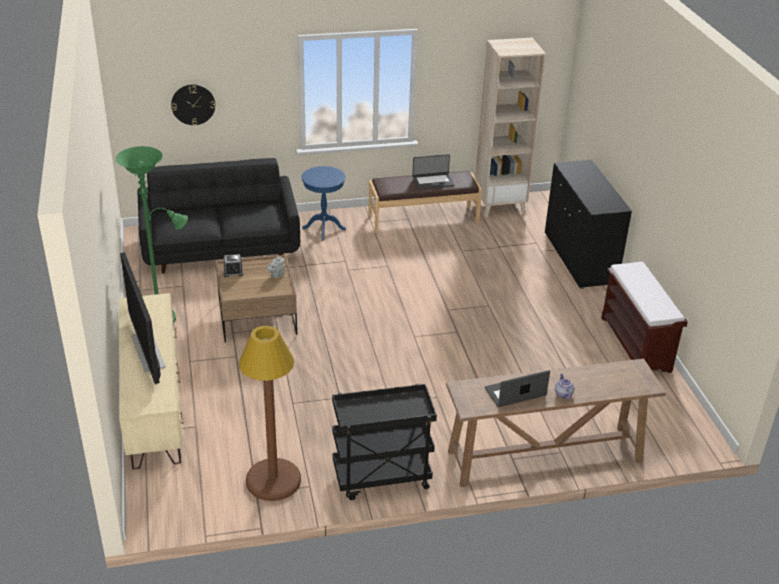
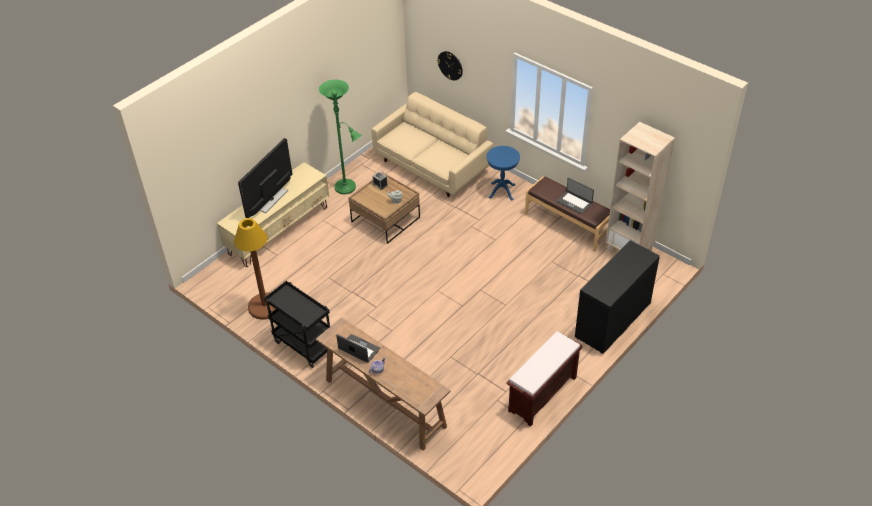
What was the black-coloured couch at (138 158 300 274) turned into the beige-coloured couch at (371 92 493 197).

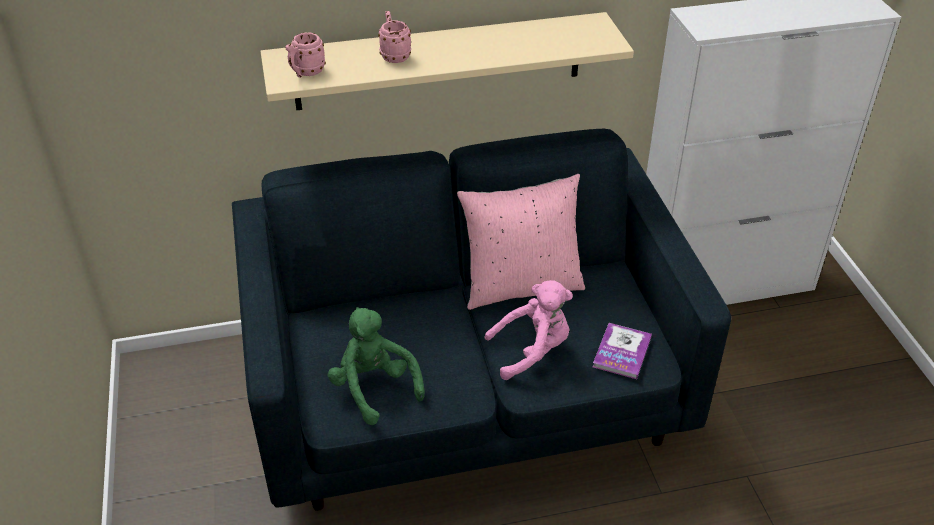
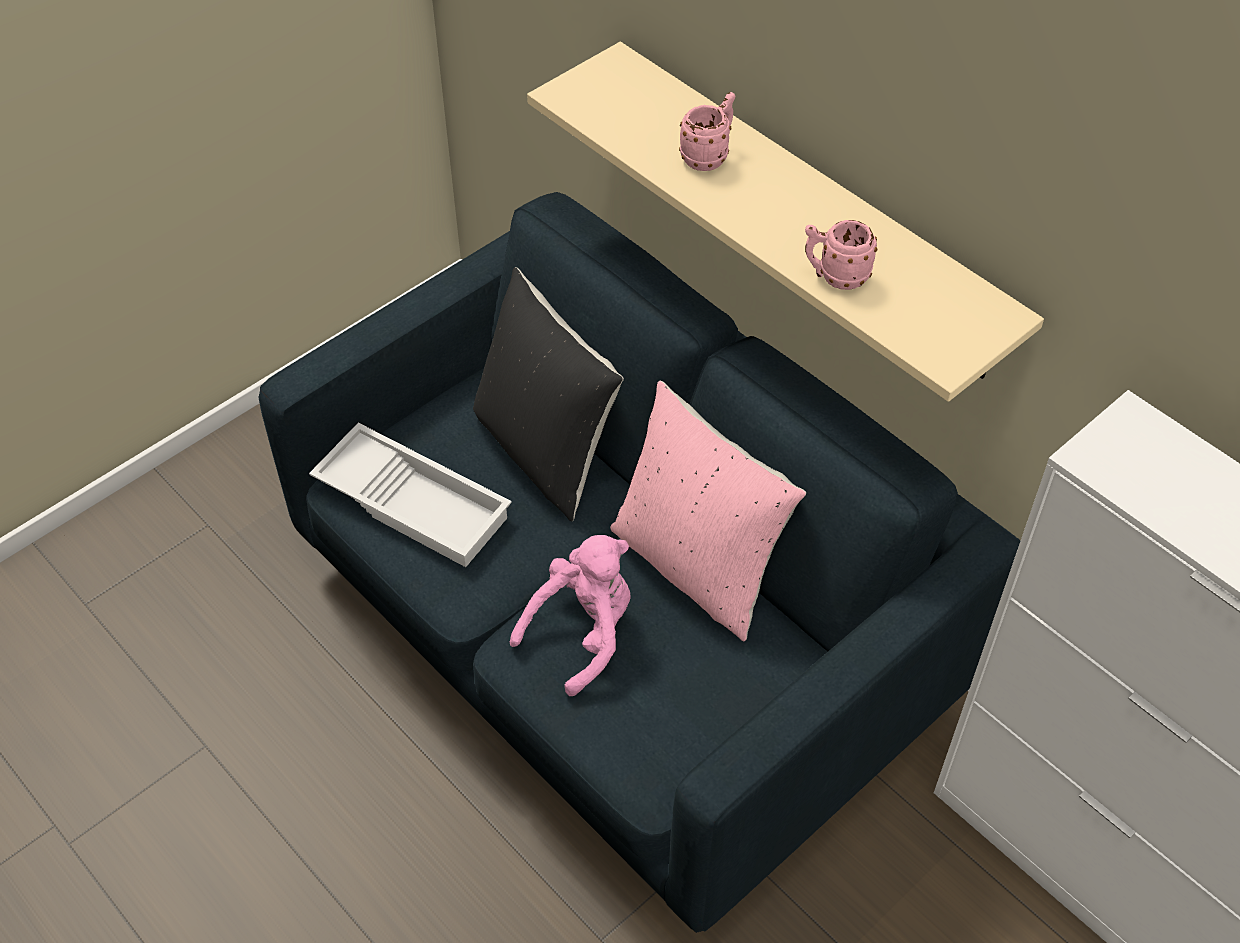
The second view lost the book at (593 323 652 379). The second view gained the black-coloured cushion at (473 267 624 521). The pink-coloured mug ended up elsewhere, having gone from (285 32 326 78) to (805 220 877 290). Where the green plush toy stood at (328 307 425 425), the white-coloured tray came to stand at (309 423 512 567). The pink-coloured plush toy at (484 280 573 380) ended up facing another way, 90 degrees counterclockwise from before.

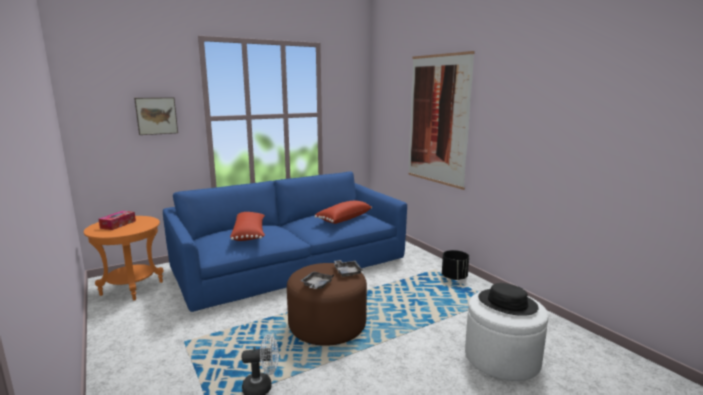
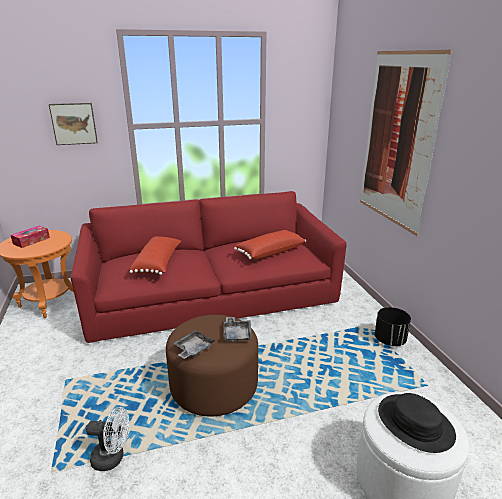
What was the blue couch at (163 171 407 312) turned into the red-coloured couch at (71 191 347 343).

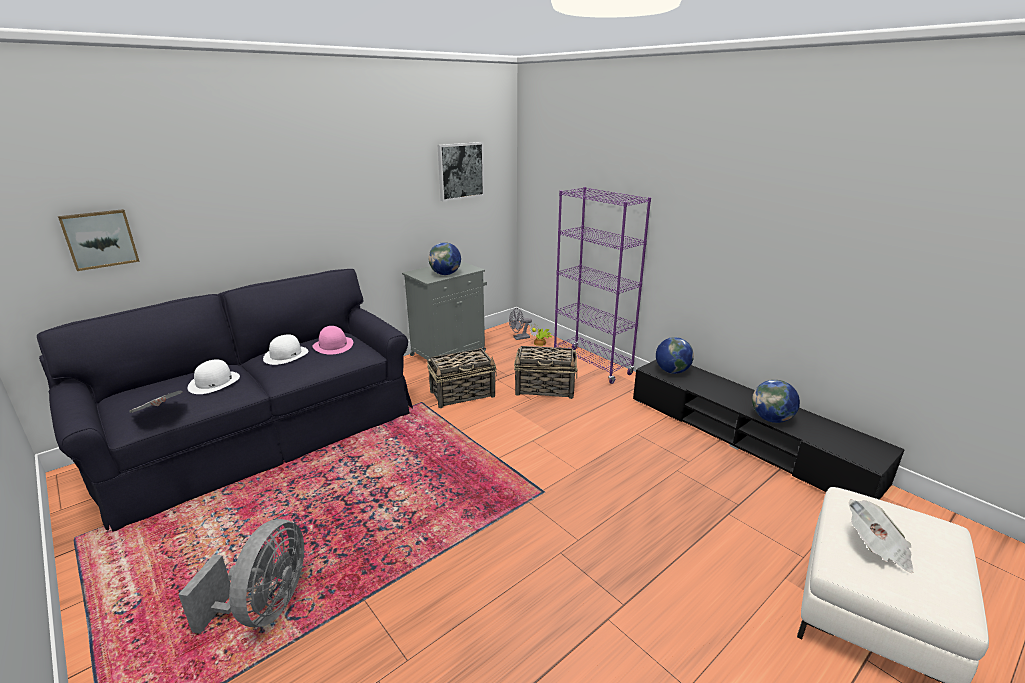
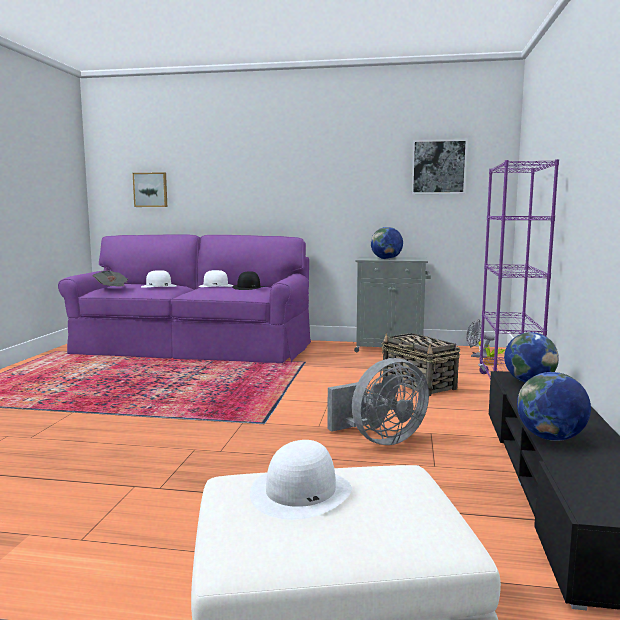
The second view lost the household basket at (427 348 497 408). The grey electric fan ended up elsewhere, having gone from (178 519 304 634) to (327 358 429 445). Where the newspaper stood at (849 499 914 573), the white-coloured wearable hat came to stand at (250 440 352 520). What was the black-coloured couch at (37 269 413 532) turned into the purple couch at (58 234 311 363). What was the pink-coloured wearable hat at (313 326 353 354) turned into the black-coloured wearable hat at (232 271 265 290).

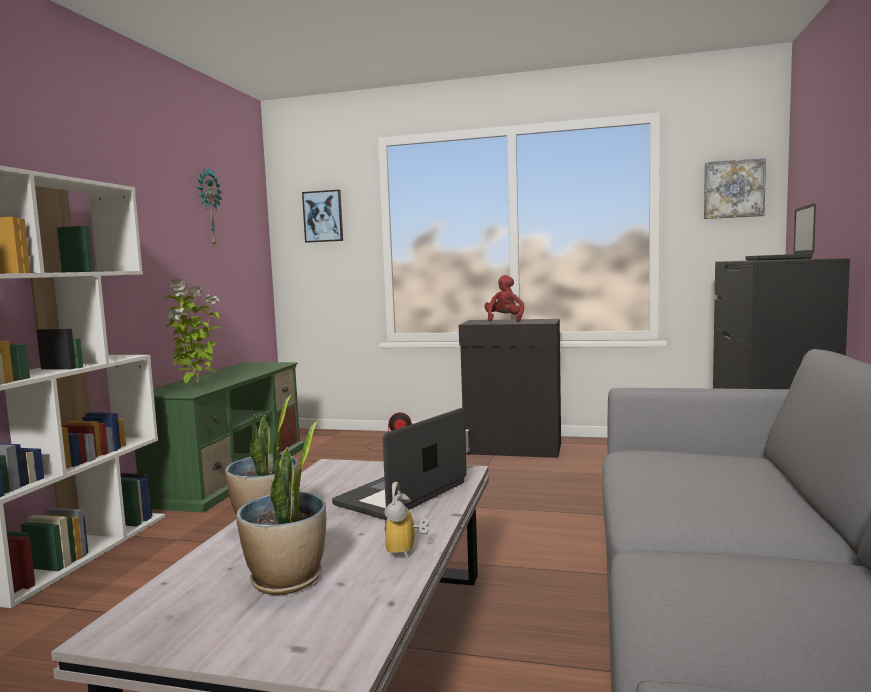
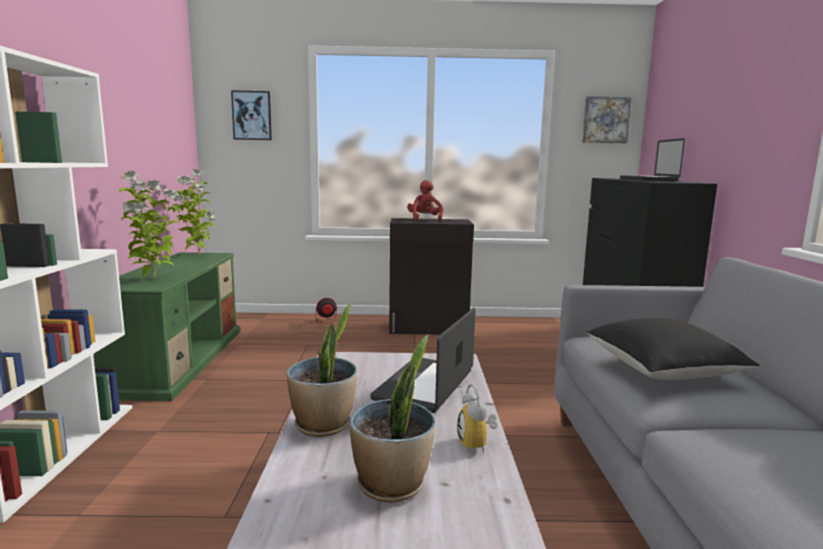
The second view lost the wall clock at (197 167 222 247). The second view gained the houseplant at (171 169 216 255). The second view gained the black-coloured cushion at (586 318 760 380).

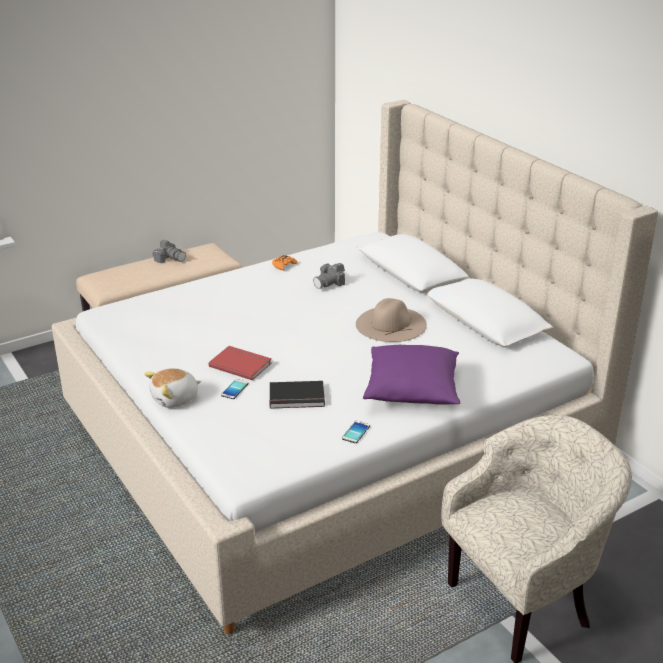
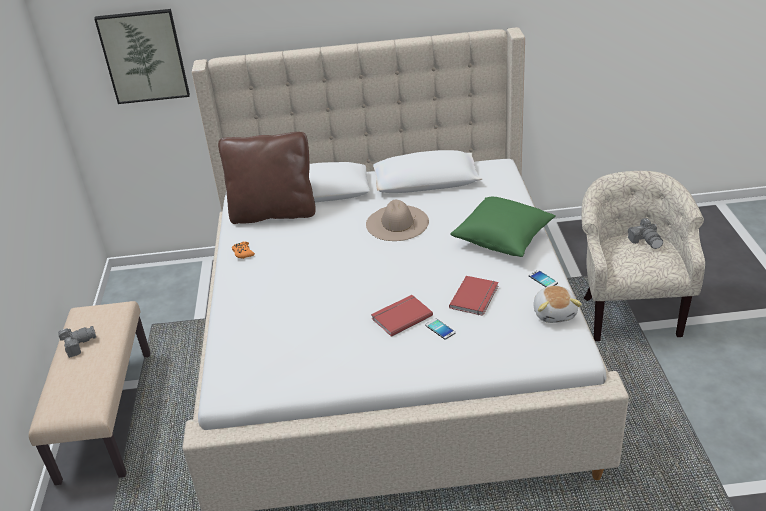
The second view gained the wall picture at (94 9 190 104). The second view gained the brown cushion at (218 132 316 224). The plush toy ended up elsewhere, having gone from (144 368 201 408) to (533 286 582 323). The photo camera ended up elsewhere, having gone from (313 263 345 289) to (628 218 663 249). What was the black-coloured book at (269 381 325 409) turned into the red-coloured book at (449 276 499 316). What was the purple cushion at (363 345 460 405) turned into the green cushion at (450 197 556 257).

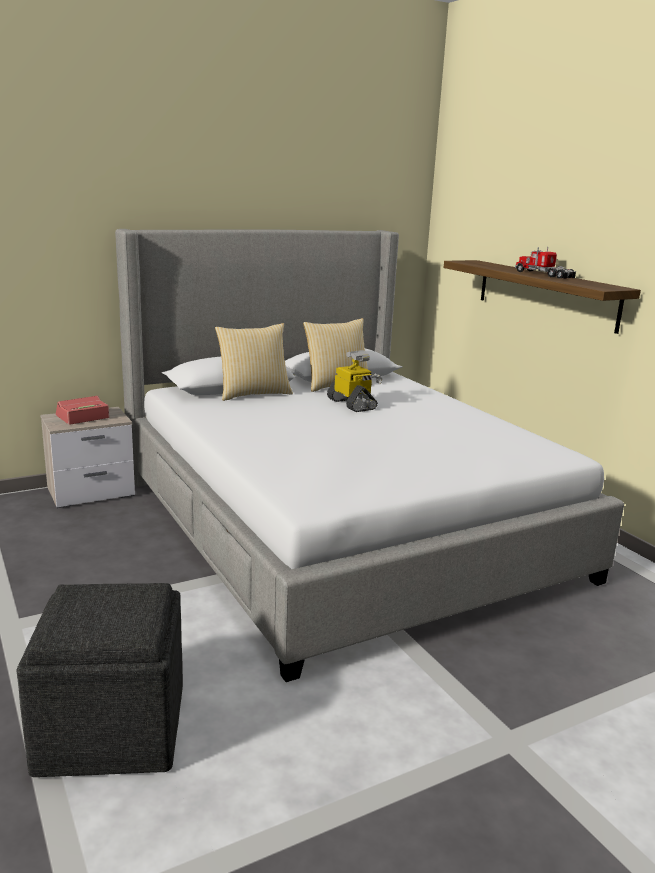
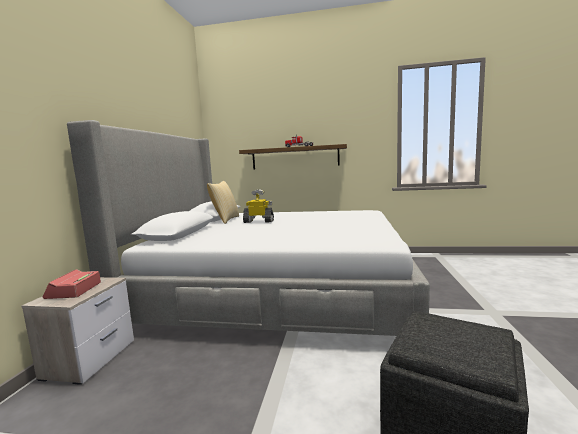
The second view lost the cushion at (215 323 293 401).

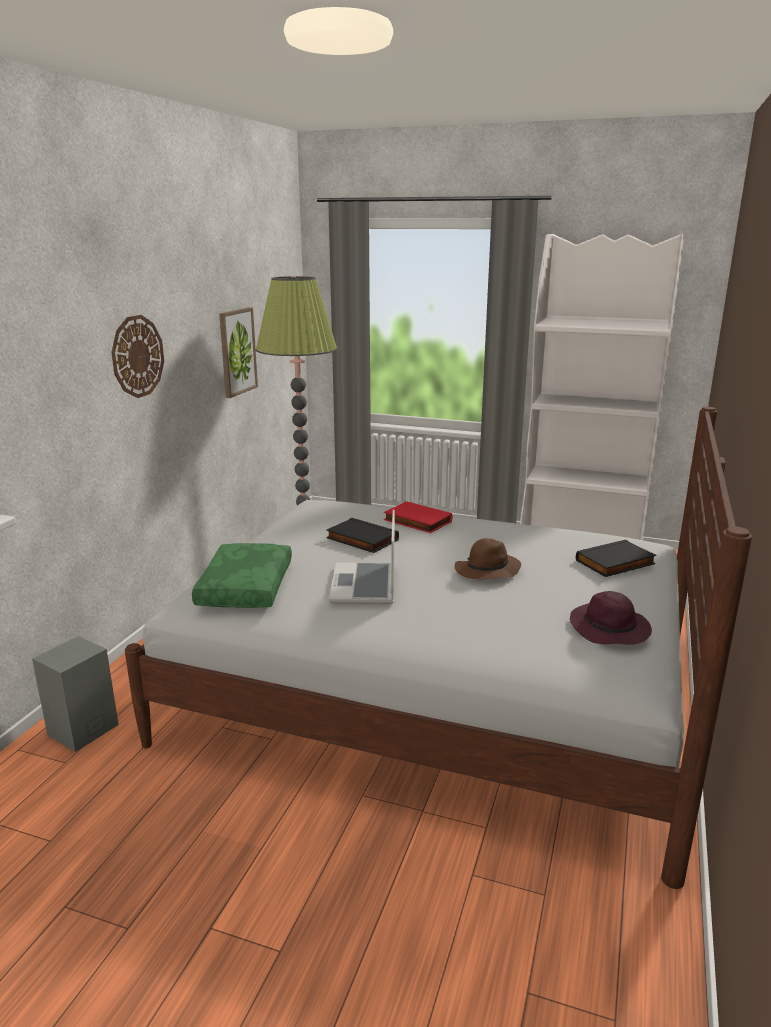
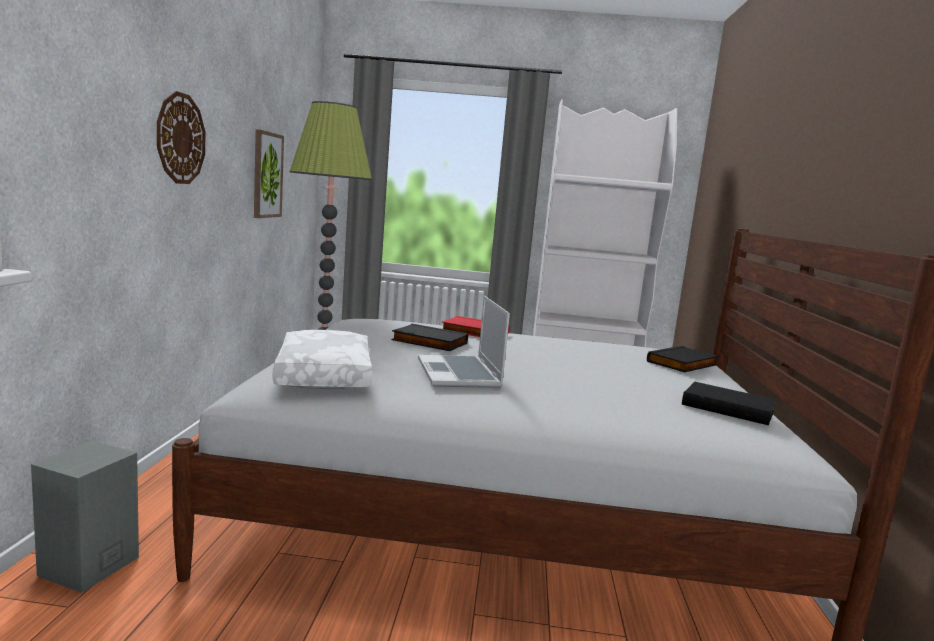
The second view lost the brown wearable hat at (455 538 521 579). Where the purple wearable hat stood at (570 591 652 645), the black-coloured book came to stand at (682 382 776 425). What was the green cushion at (192 543 292 608) turned into the white-coloured cushion at (272 330 372 389).

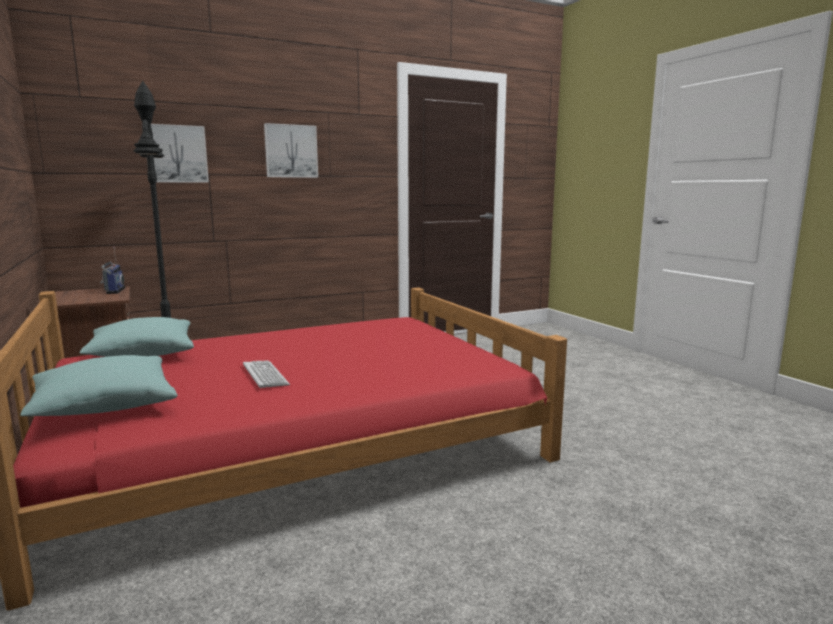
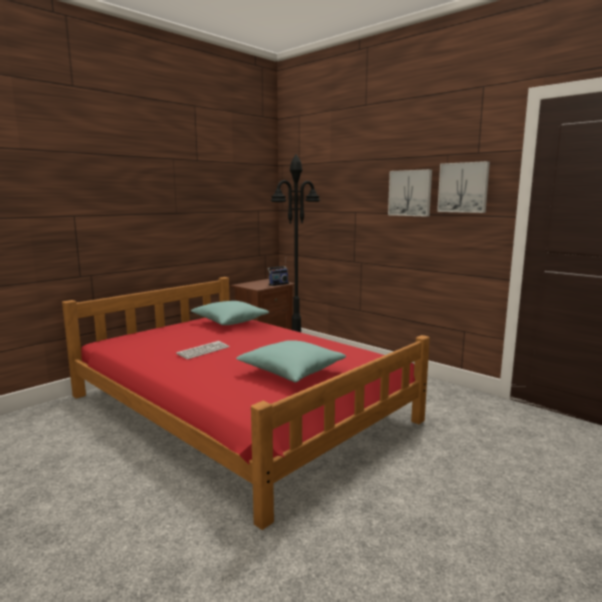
The blue-green cushion ended up elsewhere, having gone from (20 355 178 416) to (236 340 346 383). The wall picture ended up elsewhere, having gone from (147 124 209 183) to (437 161 490 213).

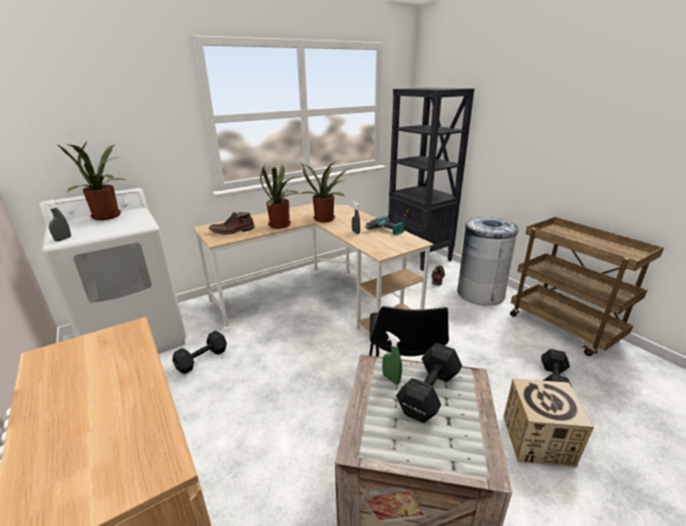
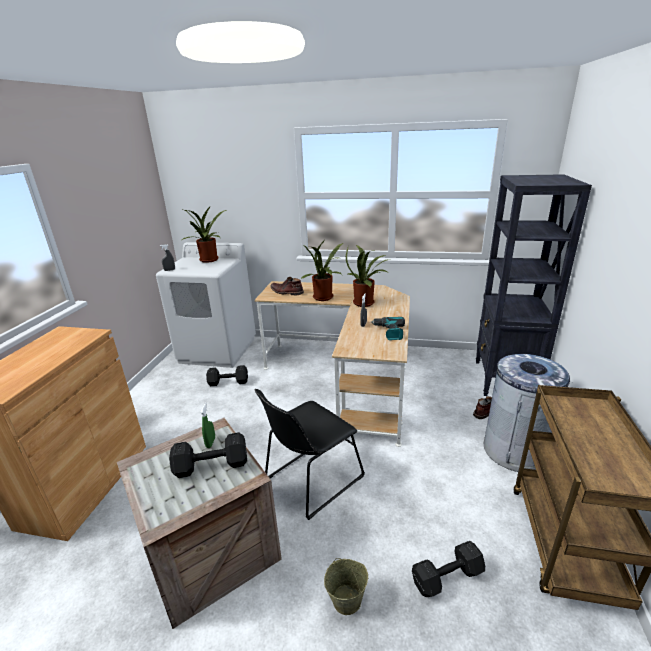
Where the carton stood at (503 378 594 467), the beige-coloured pail came to stand at (324 558 368 615).

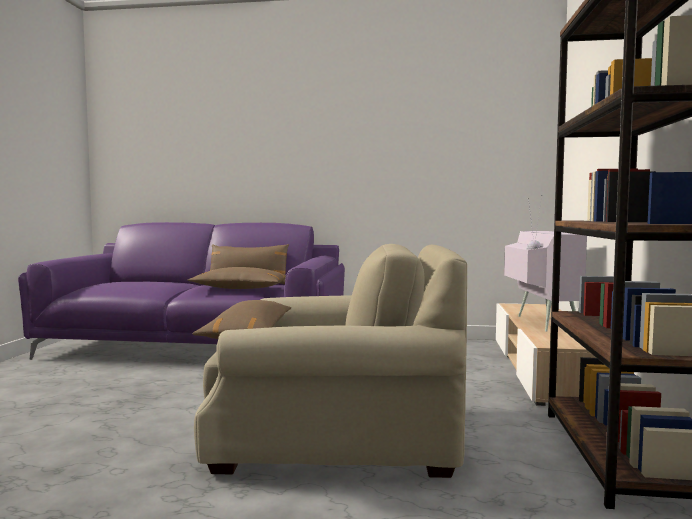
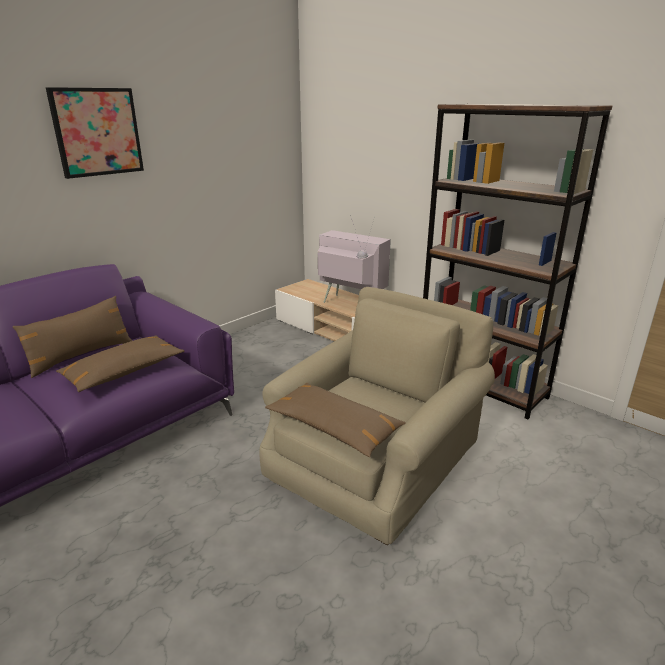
The second view gained the wall picture at (46 87 144 179).

